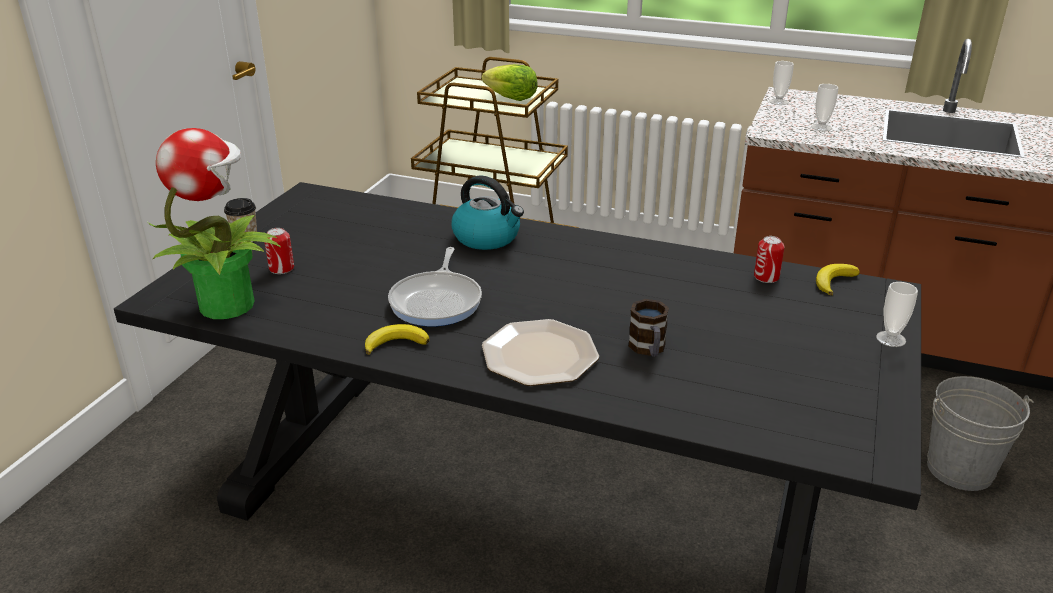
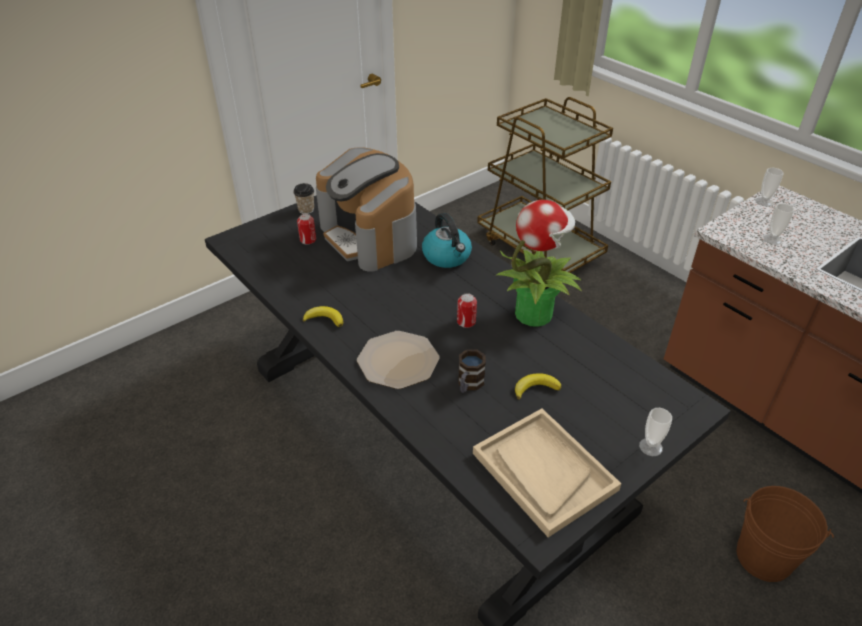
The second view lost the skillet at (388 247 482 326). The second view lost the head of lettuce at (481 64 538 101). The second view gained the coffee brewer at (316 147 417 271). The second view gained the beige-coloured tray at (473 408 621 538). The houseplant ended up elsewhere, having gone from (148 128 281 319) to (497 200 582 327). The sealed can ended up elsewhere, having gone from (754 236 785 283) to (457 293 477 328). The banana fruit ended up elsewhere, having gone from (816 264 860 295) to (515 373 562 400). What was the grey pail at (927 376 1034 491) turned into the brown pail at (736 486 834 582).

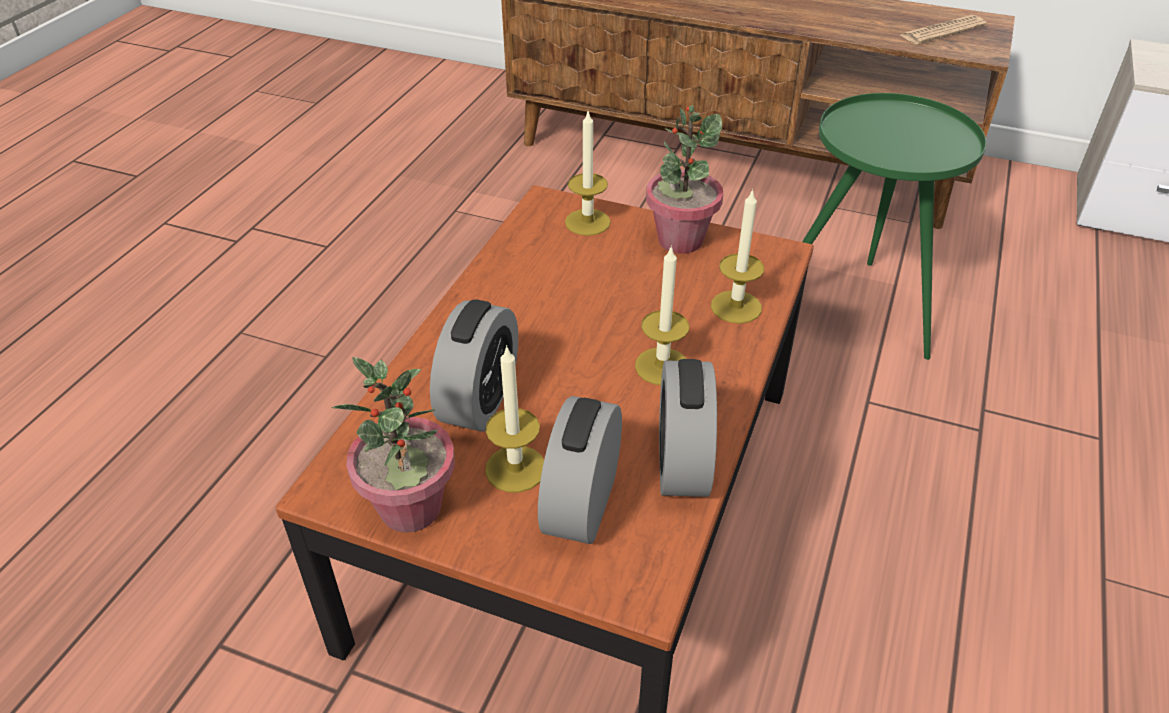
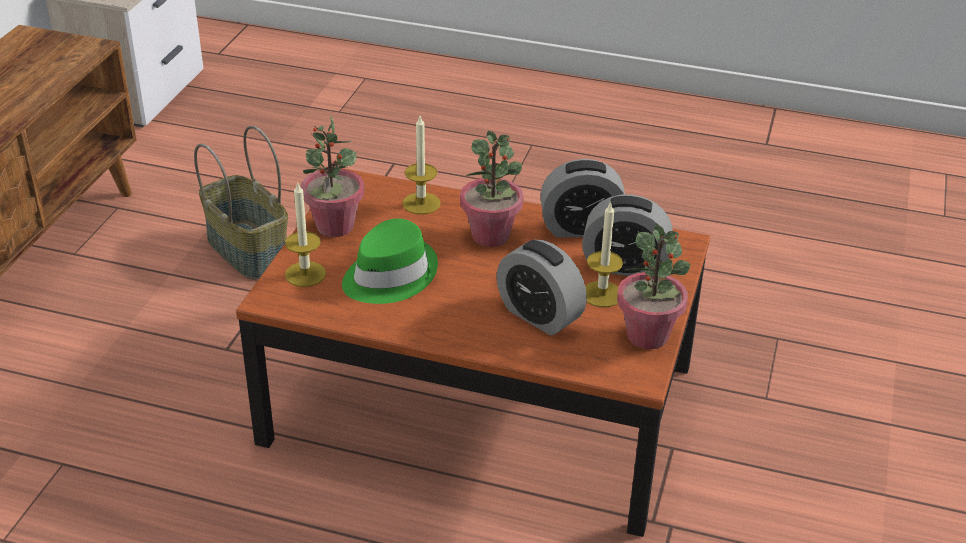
The second view lost the newspaper at (900 15 987 44). The second view gained the green wearable hat at (342 218 438 304). Where the wax light stood at (635 245 689 385), the houseplant came to stand at (460 131 523 247). Where the green side table stood at (802 93 986 360), the household basket came to stand at (194 126 288 280). The bedside clock at (430 300 518 432) ended up facing another way, 150 degrees counterclockwise from before.

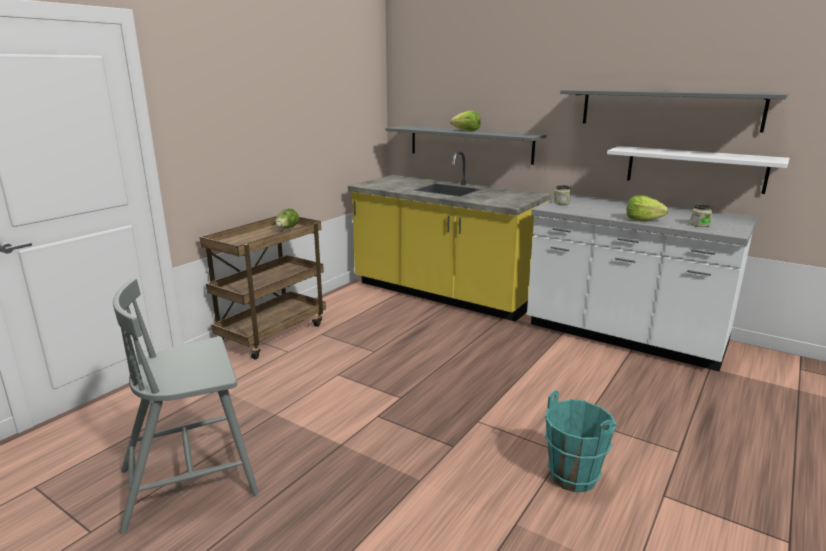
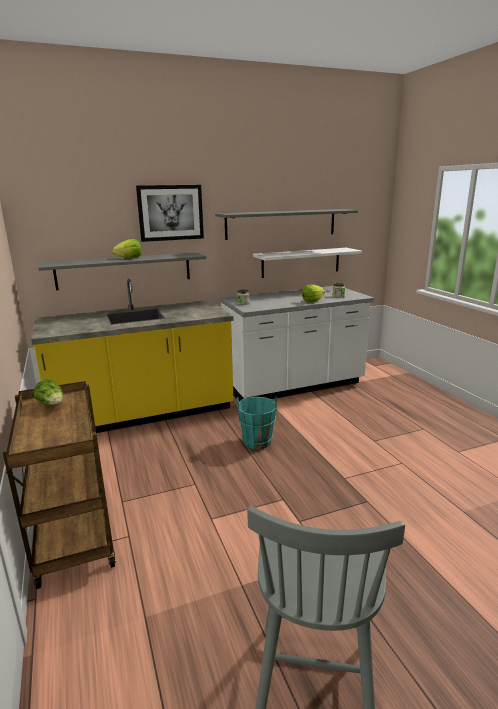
The second view gained the wall picture at (136 185 204 242). The blue-green pail ended up elsewhere, having gone from (545 390 616 492) to (237 396 277 449).

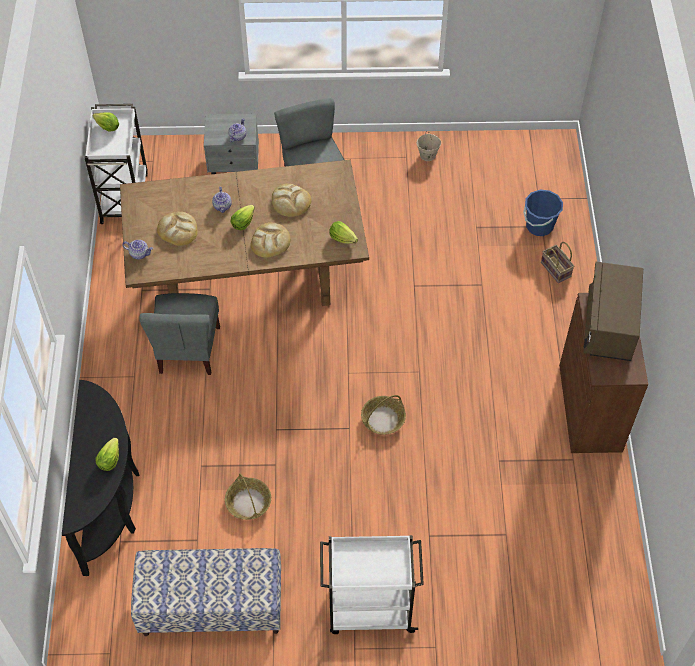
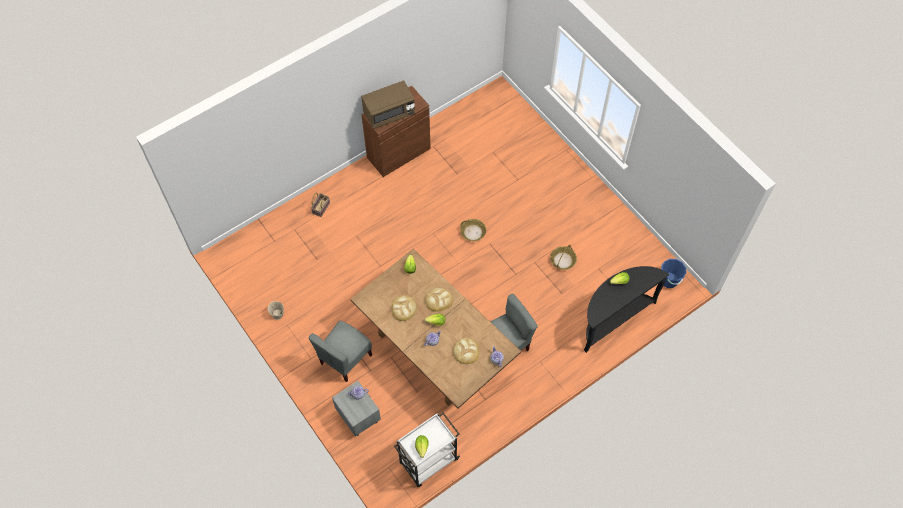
The second view lost the bench at (131 548 281 636). The second view lost the white-coloured cart at (320 535 424 634). The blue pail ended up elsewhere, having gone from (523 190 563 236) to (661 259 687 288).

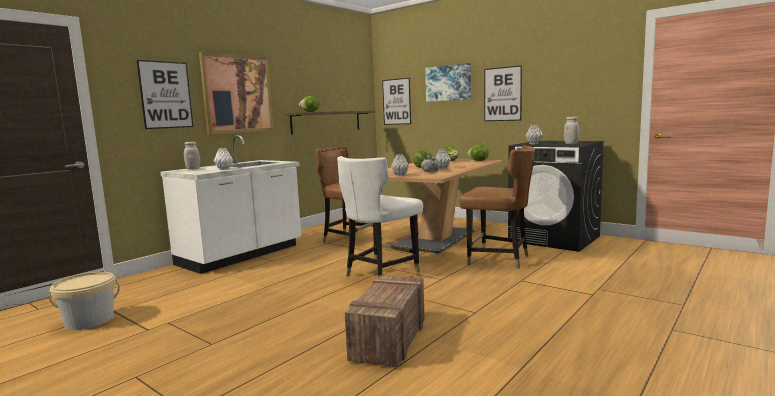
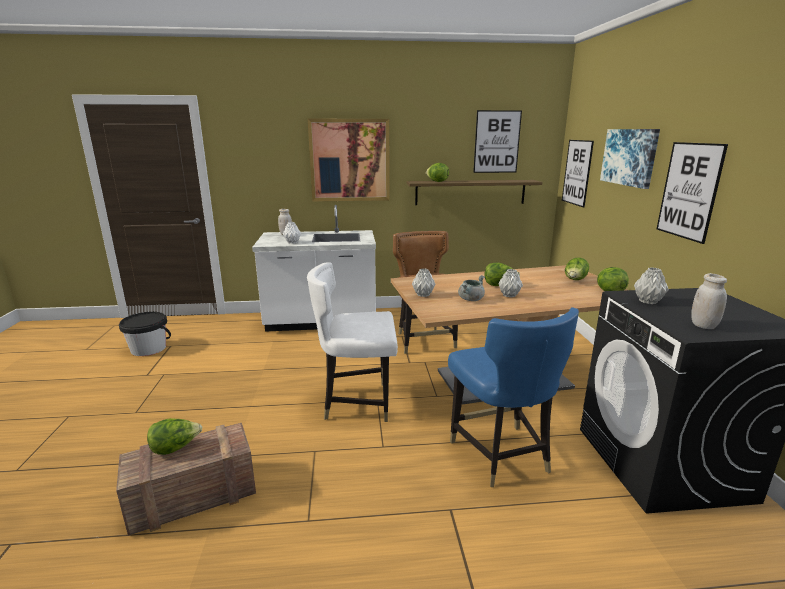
The second view gained the head of lettuce at (147 418 202 455). The wall picture ended up elsewhere, having gone from (137 60 194 129) to (473 110 522 173). What was the beige-coloured pail at (49 272 120 330) turned into the black-coloured pail at (119 312 171 356). What was the brown plain chair at (459 146 535 269) turned into the blue plain chair at (448 308 579 487).

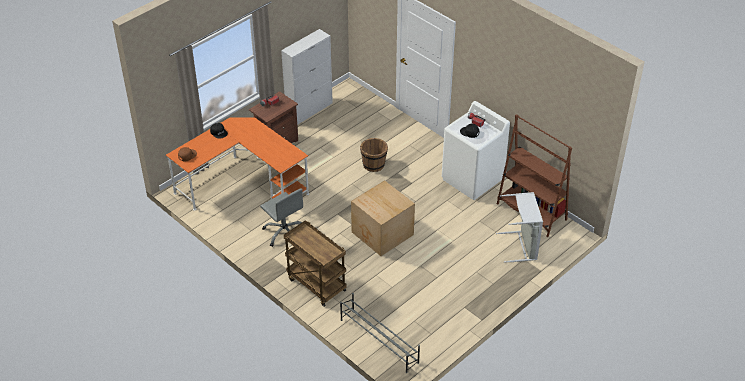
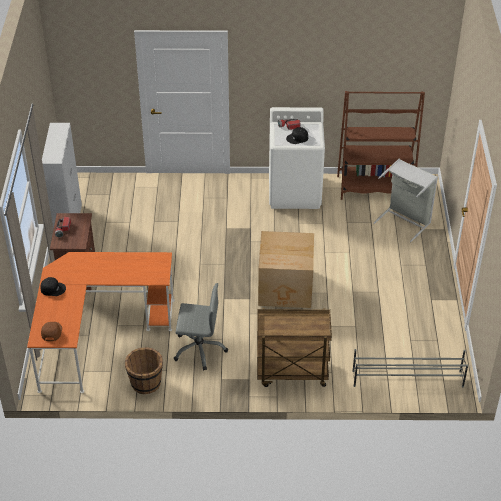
The brown pail ended up elsewhere, having gone from (360 138 388 172) to (125 347 163 394).

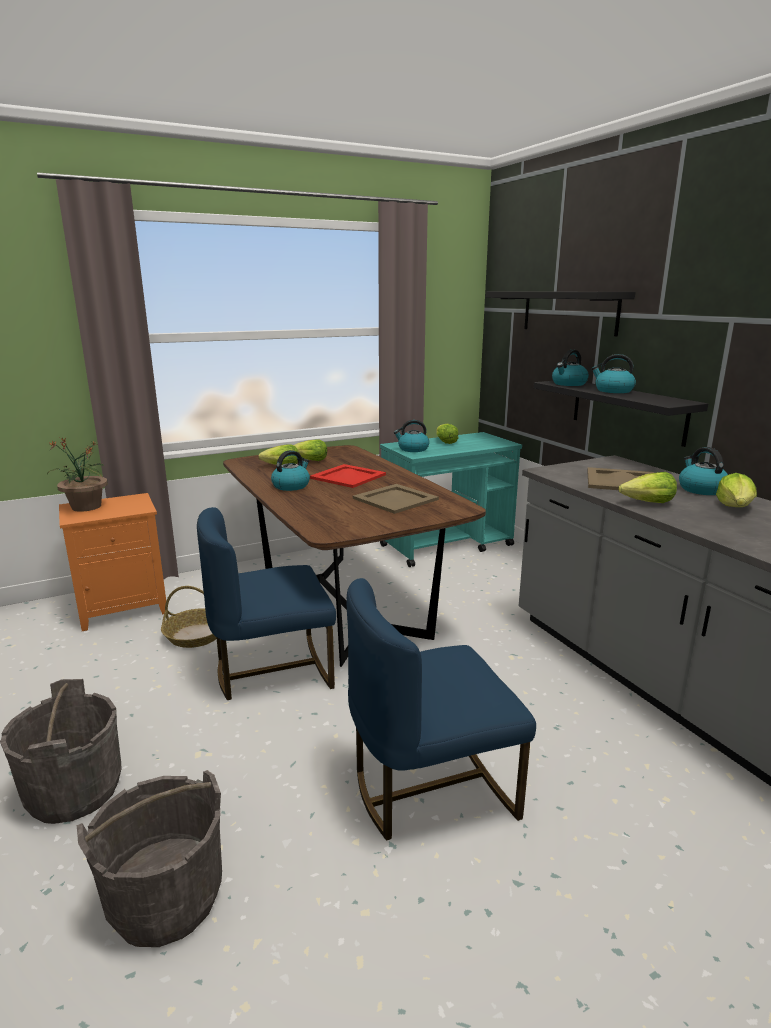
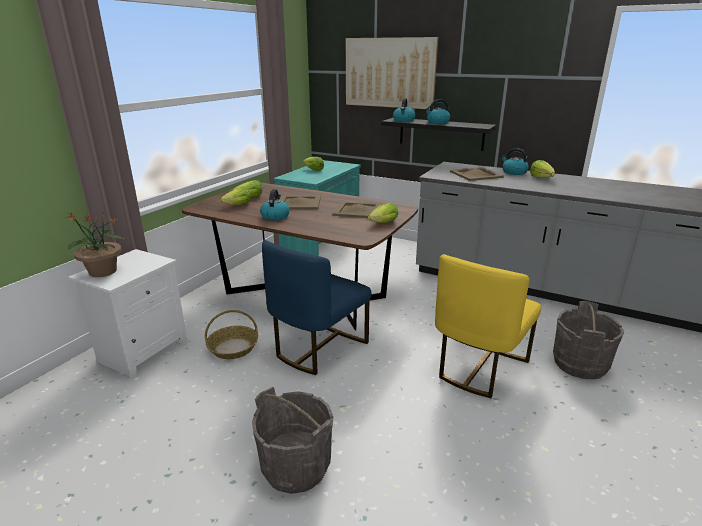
The second view lost the water kettle at (394 420 429 452). The grey pail ended up elsewhere, having gone from (77 770 222 947) to (553 301 624 379). The head of lettuce ended up elsewhere, having gone from (618 472 677 503) to (367 202 398 223). Where the black-coloured shelf hung at (486 292 636 337), the wall picture came to hang at (346 37 438 110). What was the orangey night table at (59 493 166 631) turned into the white-coloured night table at (69 249 188 380). What was the red-coloured tray at (310 464 386 488) turned into the beige-coloured tray at (280 195 321 209). What was the blue plain chair at (347 578 536 841) turned into the yellow-coloured plain chair at (435 254 541 398).

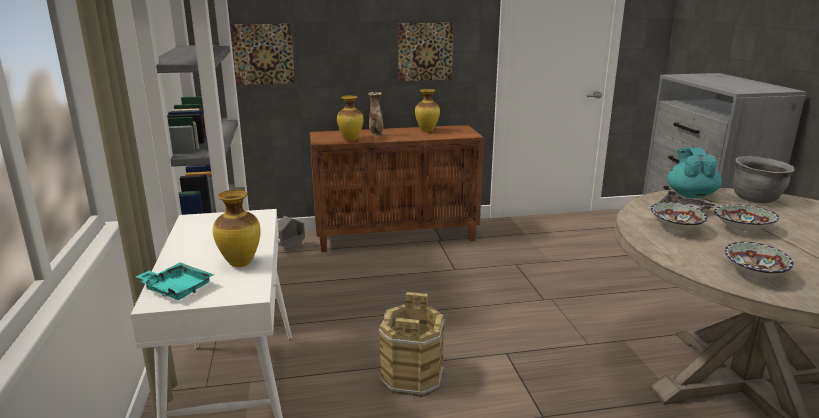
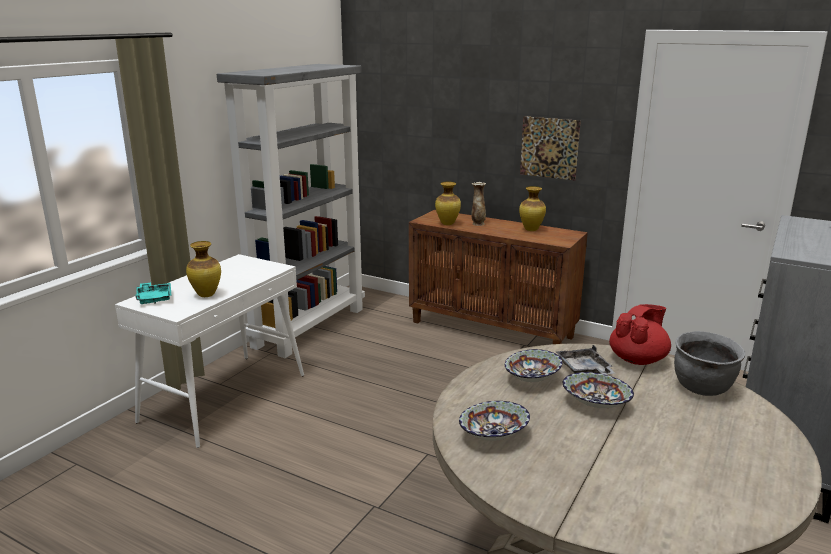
The second view lost the wall picture at (230 24 295 85). The second view lost the grey planter at (278 216 305 250). The second view lost the brown pail at (379 292 446 398). What was the blue-green pot for tea at (667 147 722 198) turned into the red-coloured pot for tea at (609 304 671 365).

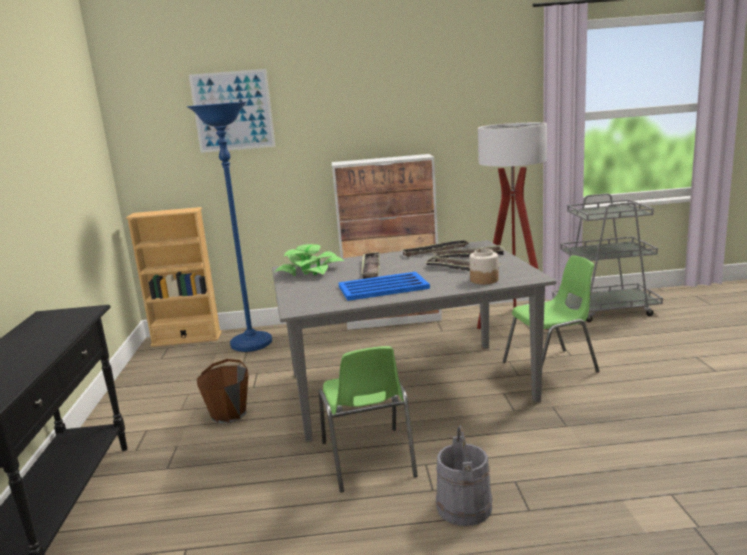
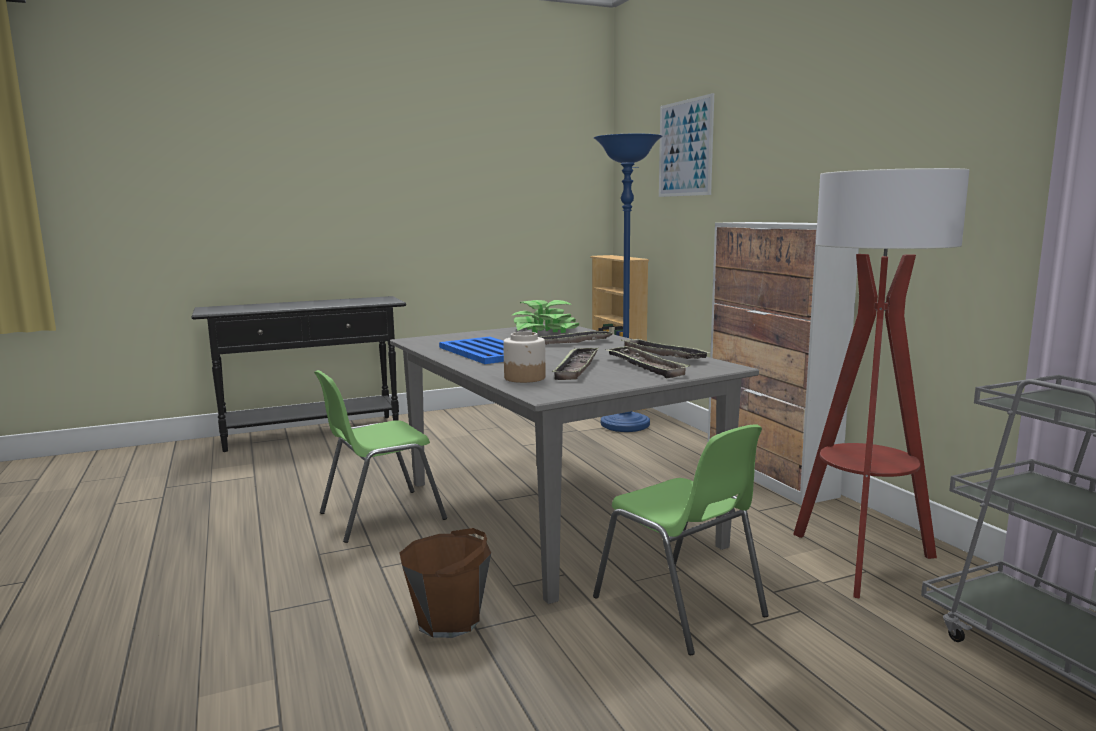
The second view lost the grey pail at (436 425 493 526). The brown pail ended up elsewhere, having gone from (197 359 249 423) to (400 528 491 638).

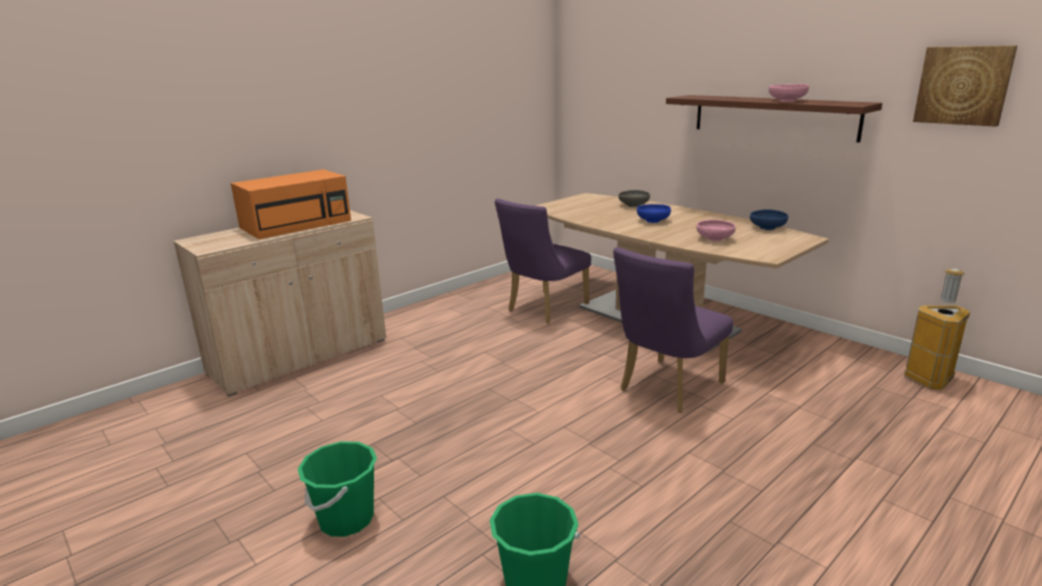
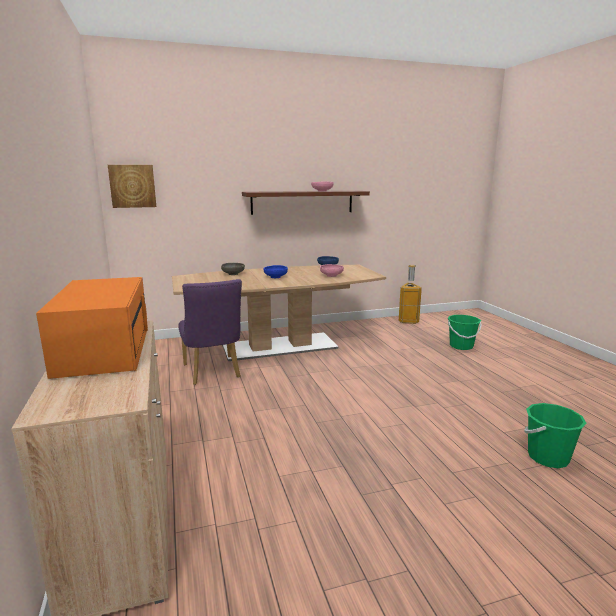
The second view lost the purple plain chair at (613 247 733 413). The green pail ended up elsewhere, having gone from (298 441 377 537) to (448 315 482 350). The wall picture ended up elsewhere, having gone from (913 46 1017 127) to (108 165 156 208).

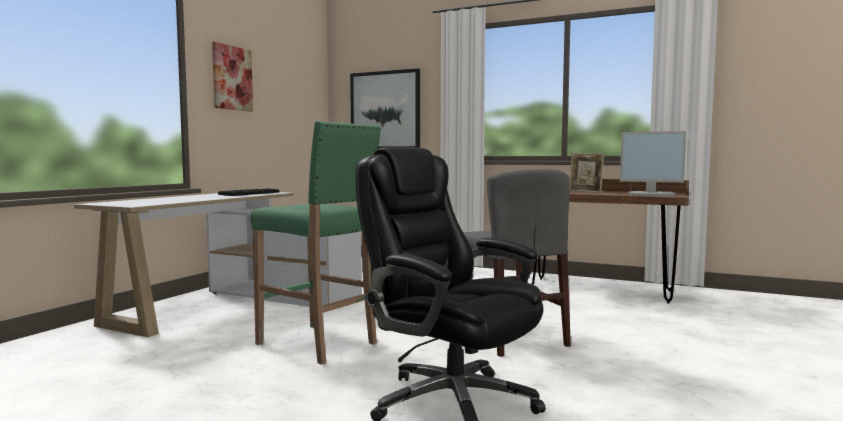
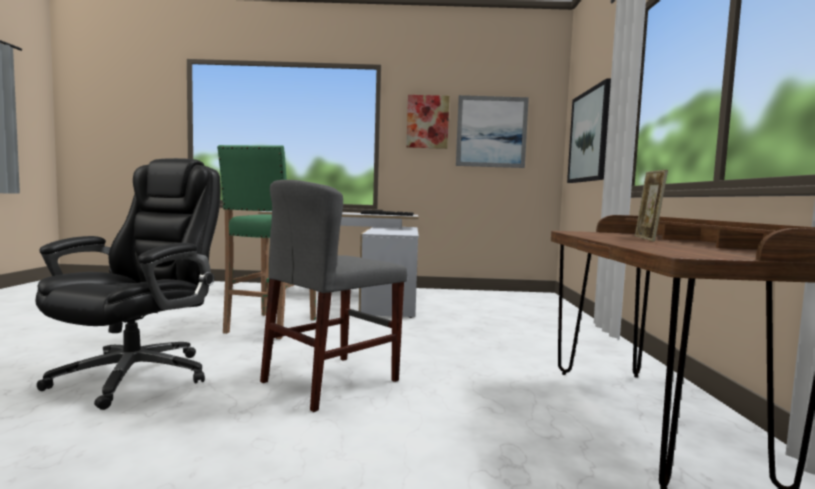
The second view lost the computer display at (620 131 687 196). The second view gained the wall picture at (456 95 529 168).

